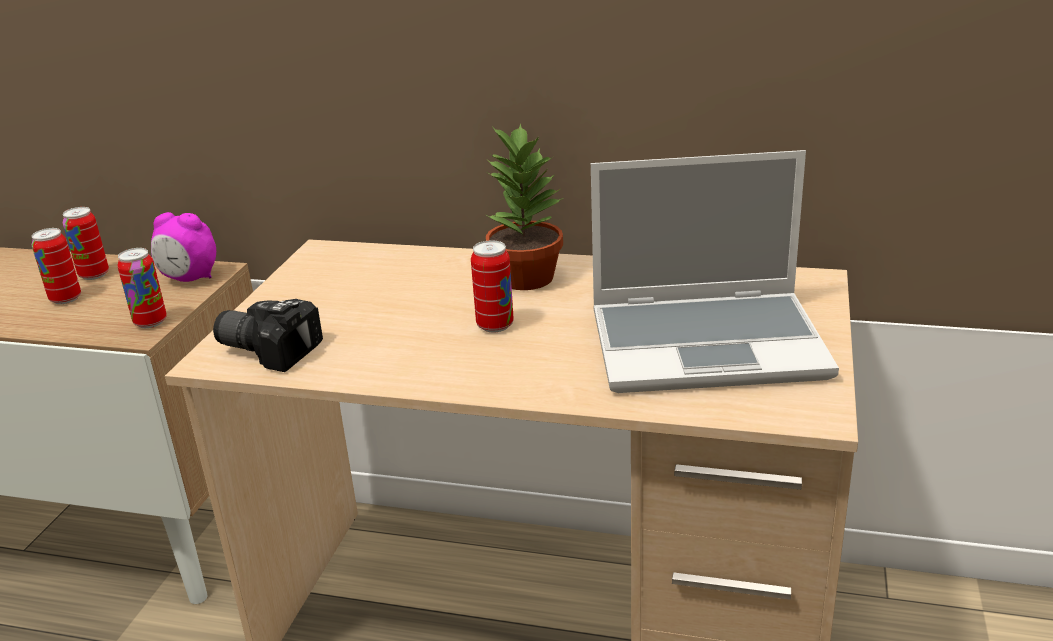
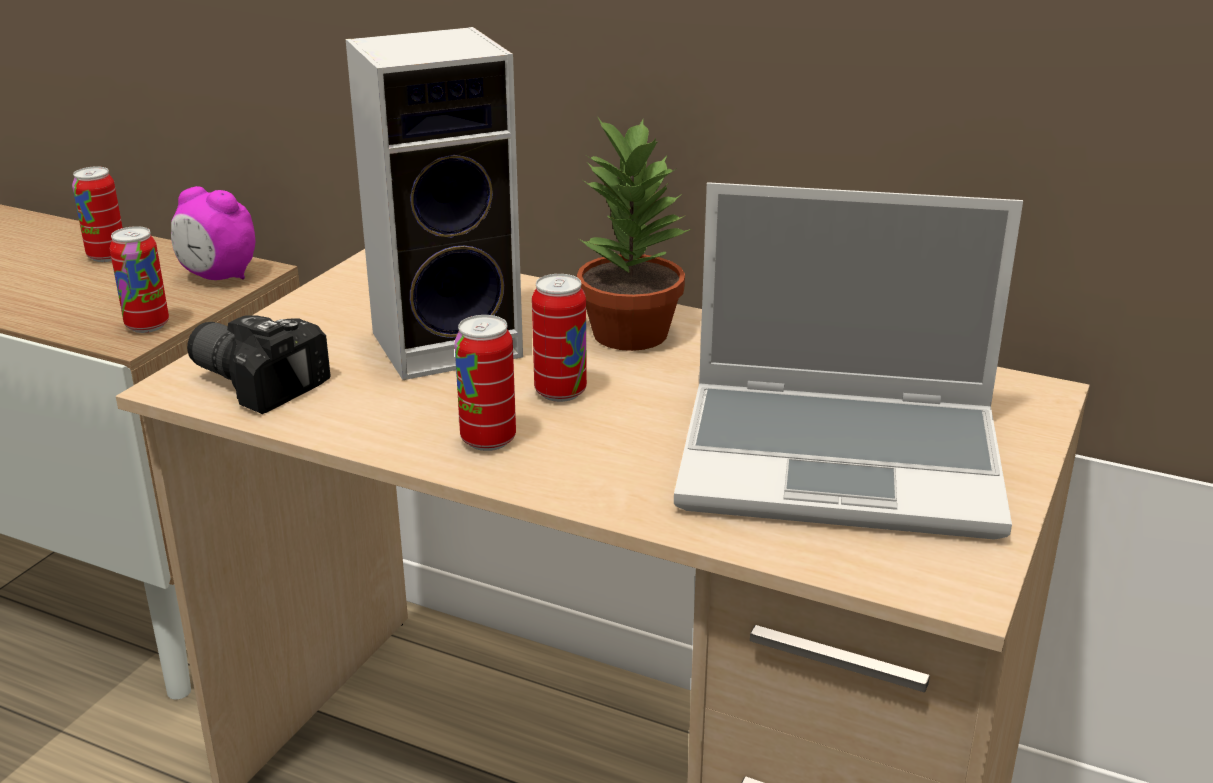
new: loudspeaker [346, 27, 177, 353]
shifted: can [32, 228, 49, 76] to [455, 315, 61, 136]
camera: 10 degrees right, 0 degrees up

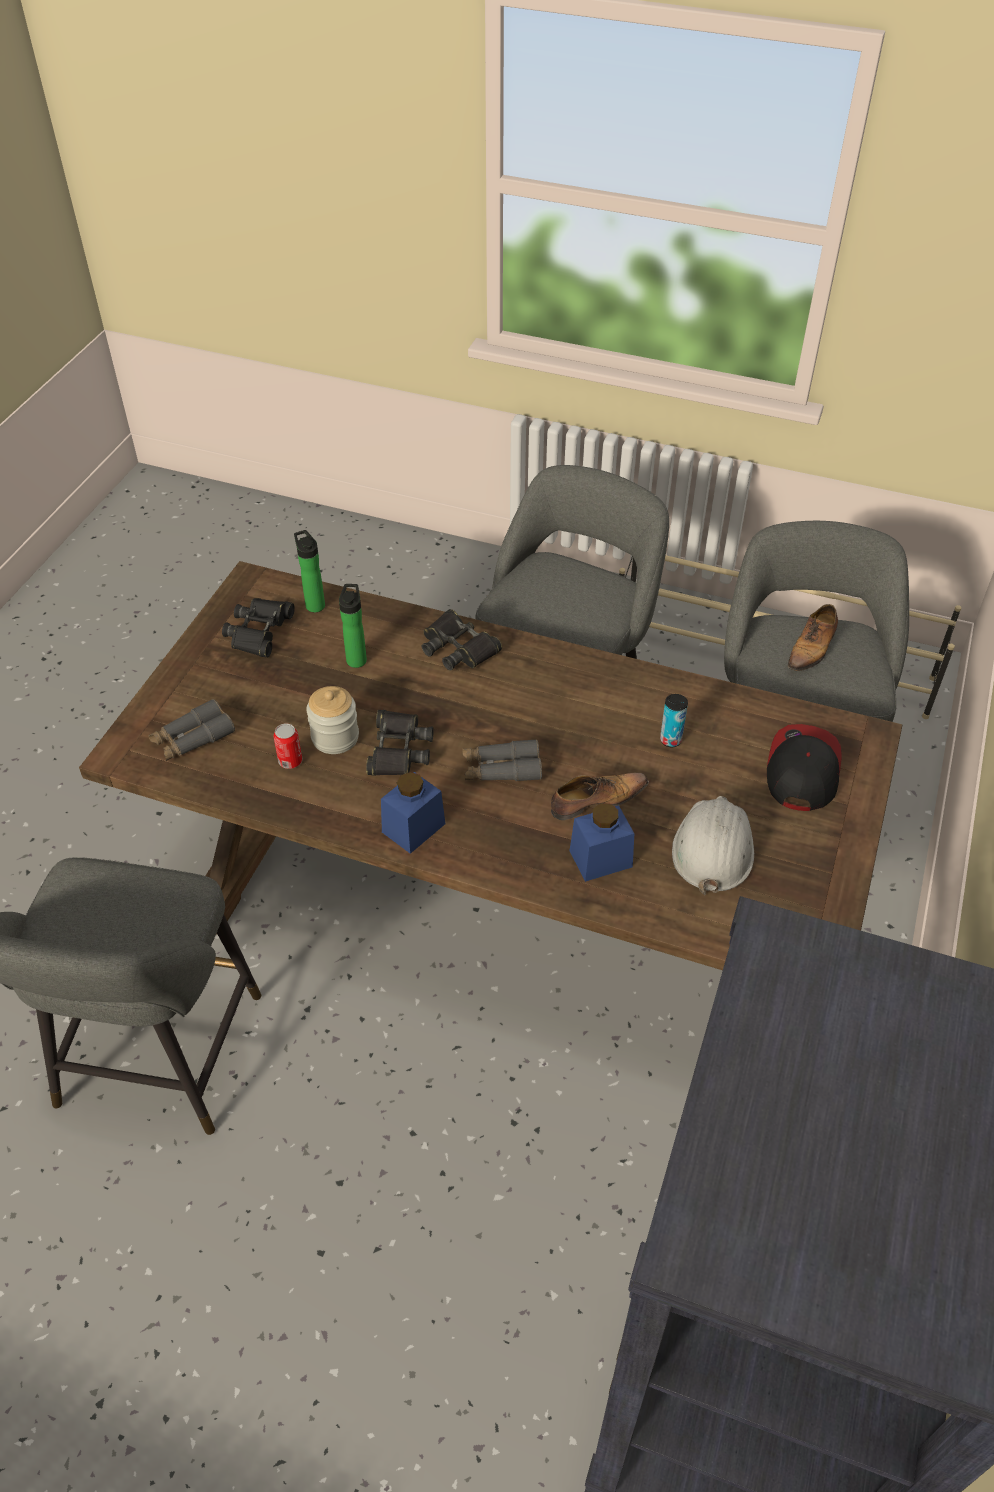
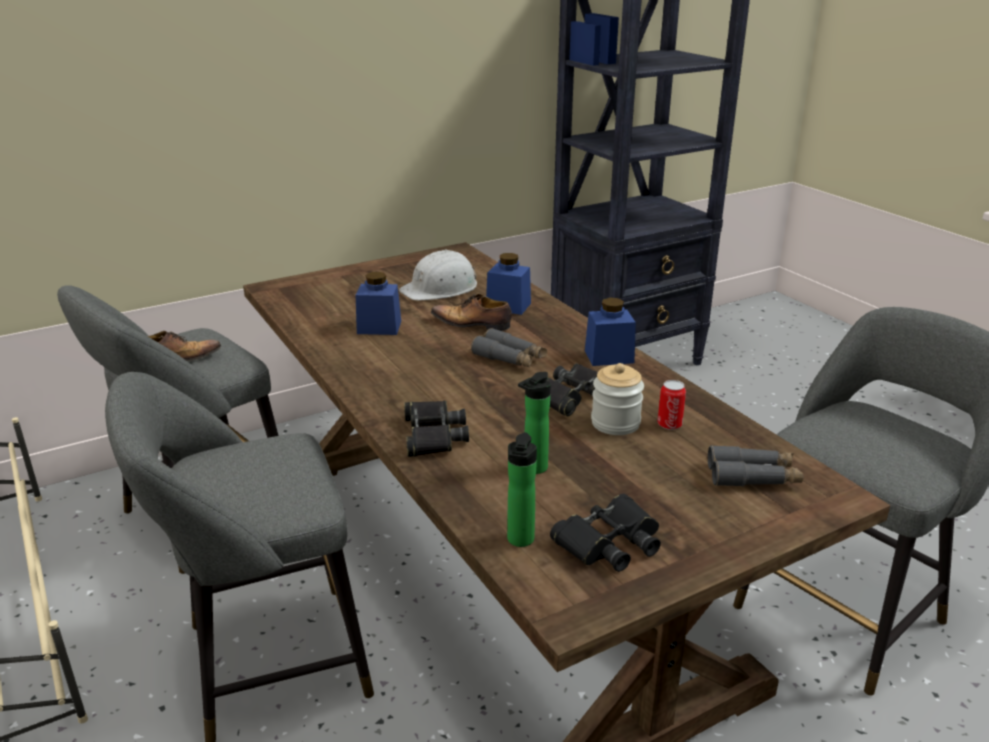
gone: cap [767, 724, 75, 87]
swapped: can [660, 694, 28, 53] to bluish storage jar [356, 272, 45, 63]
camera: 140 degrees left, 20 degrees down

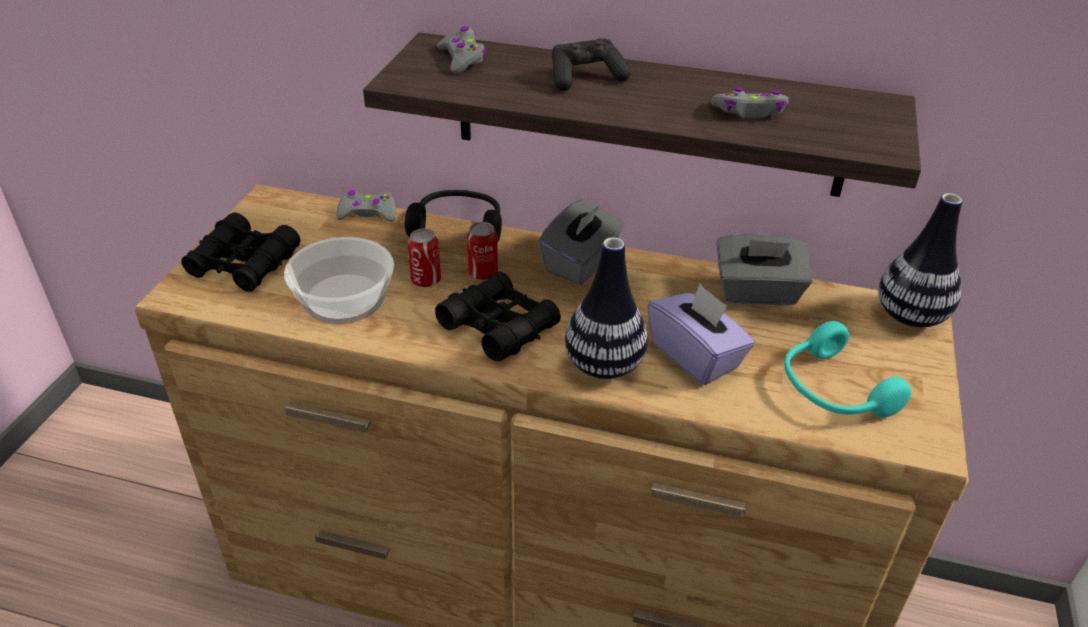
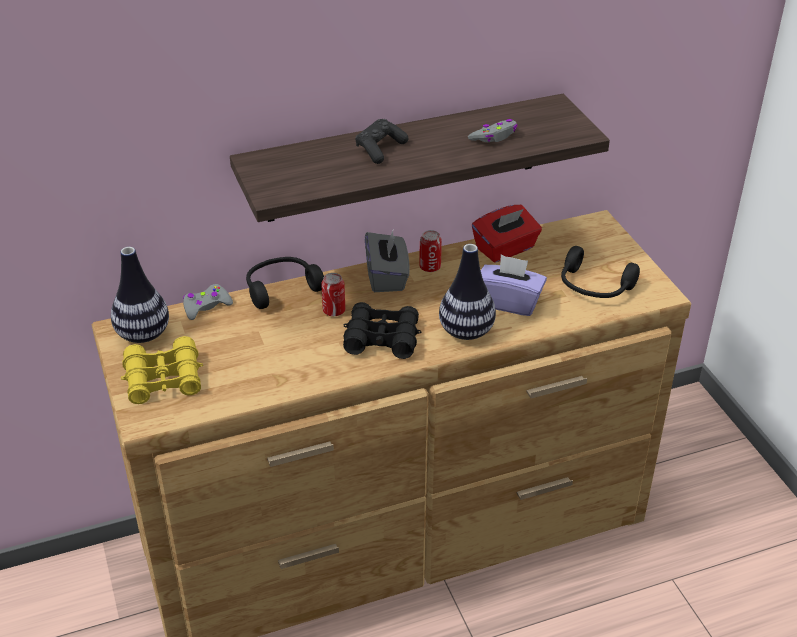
gone: grey game controller [437, 26, 49, 48]; serving bowl [284, 237, 110, 87]
shifted: decorative vase [879, 193, 84, 134] to [111, 247, 58, 96]; can [408, 228, 33, 59] to [419, 230, 23, 42]
repainted: black pair of binoculars [181, 212, 119, 80] to yellow-coloured pair of binoculars [121, 336, 82, 68]; grey tissue holder [716, 234, 96, 71] to red-coloured tissue holder [472, 205, 70, 58]; turquoise-coloured headset [784, 321, 127, 96] to black headset [561, 246, 79, 52]
camera: 35 degrees left, 0 degrees up

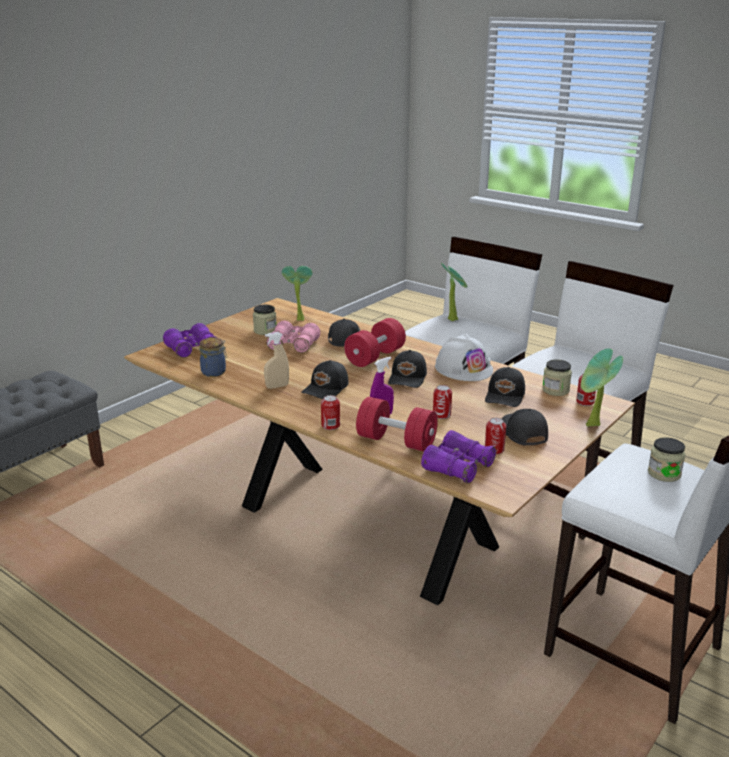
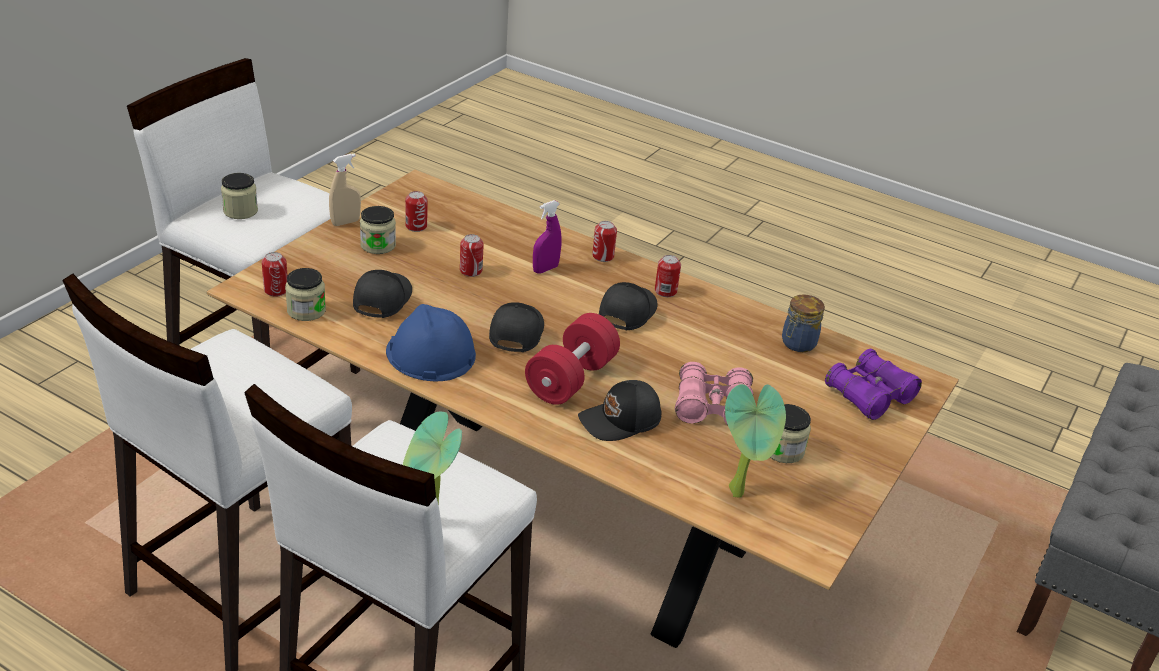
gone: houseplant [581, 349, 42, 78]; red-coloured free weight [356, 397, 82, 55]; purple pair of binoculars [421, 430, 75, 53]
new: can [655, 255, 26, 42]
shifted: beige-coloured hand sprayer [264, 332, 25, 57] to [329, 153, 32, 73]
swapped: black cap [502, 409, 46, 37] to storage jar [360, 206, 36, 48]
repainted: whitish work helmet [435, 333, 58, 48] to bluish work helmet [386, 304, 90, 77]
camera: 170 degrees right, 10 degrees up

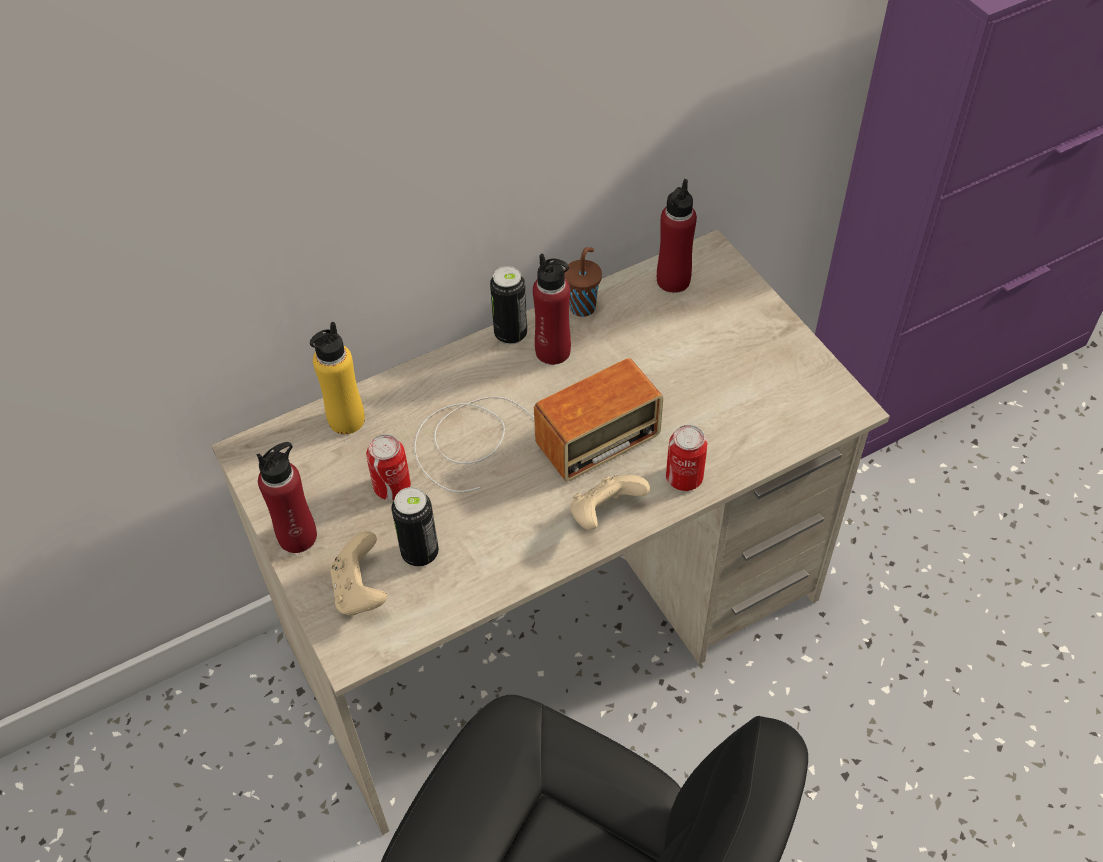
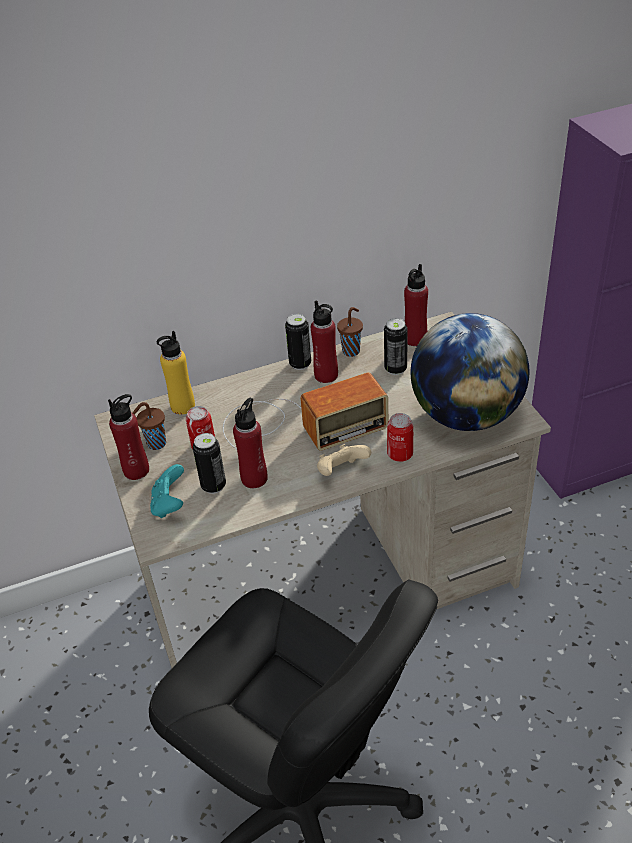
new: globe [411, 313, 119, 118]; can [384, 318, 24, 57]; red-coloured drink bottle [233, 398, 34, 90]; brown-coloured small cup [132, 402, 34, 48]
repainted: beige-coloured game controller [331, 531, 56, 84] to turquoise-coloured game controller [150, 464, 34, 54]
camera: 10 degrees right, 10 degrees down

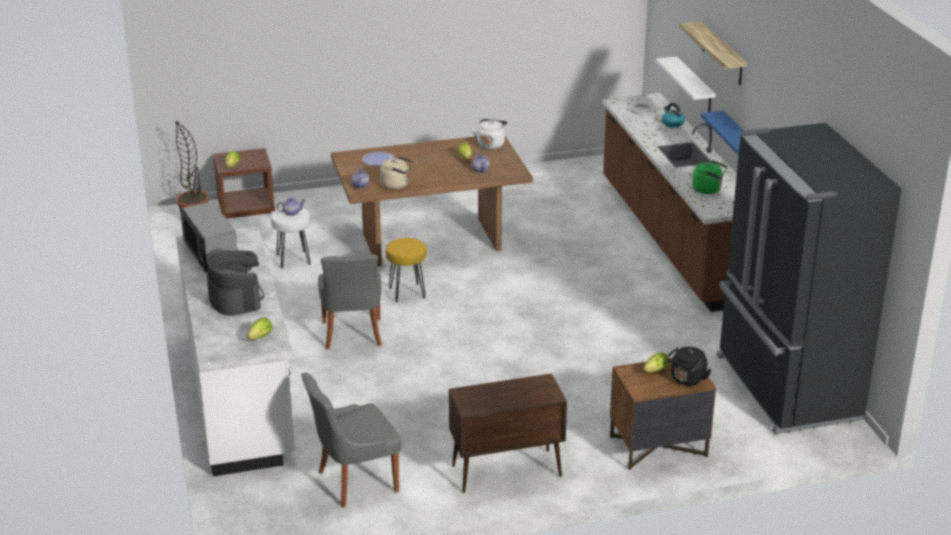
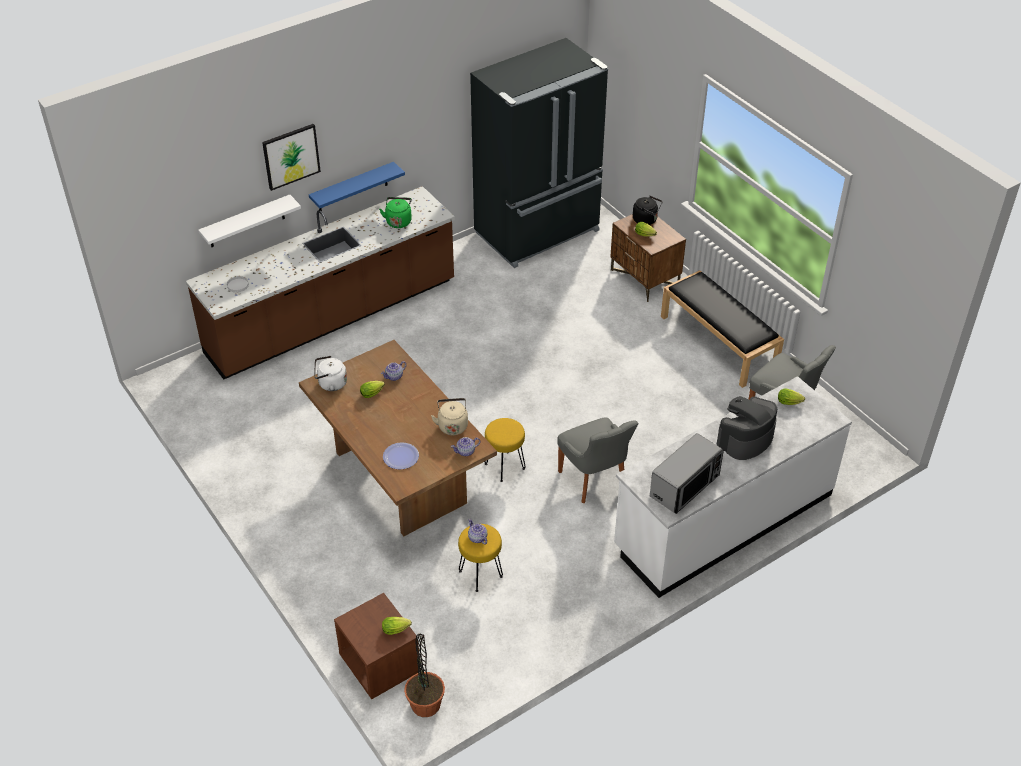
gone: water kettle [662, 103, 23, 25]
swapped: bracket shelf [679, 21, 68, 64] to wall picture [262, 124, 59, 67]; brown-coloured cupboard [449, 373, 118, 120] to black long seat [661, 270, 123, 118]
repainted: whitish stool [271, 208, 39, 60] to yellow-coloured stool [458, 524, 45, 68]
rotated: grey chair [318, 254, 64, 95] = [557, 417, 81, 86] 90 degrees clockwise
camera: 110 degrees left, 15 degrees up

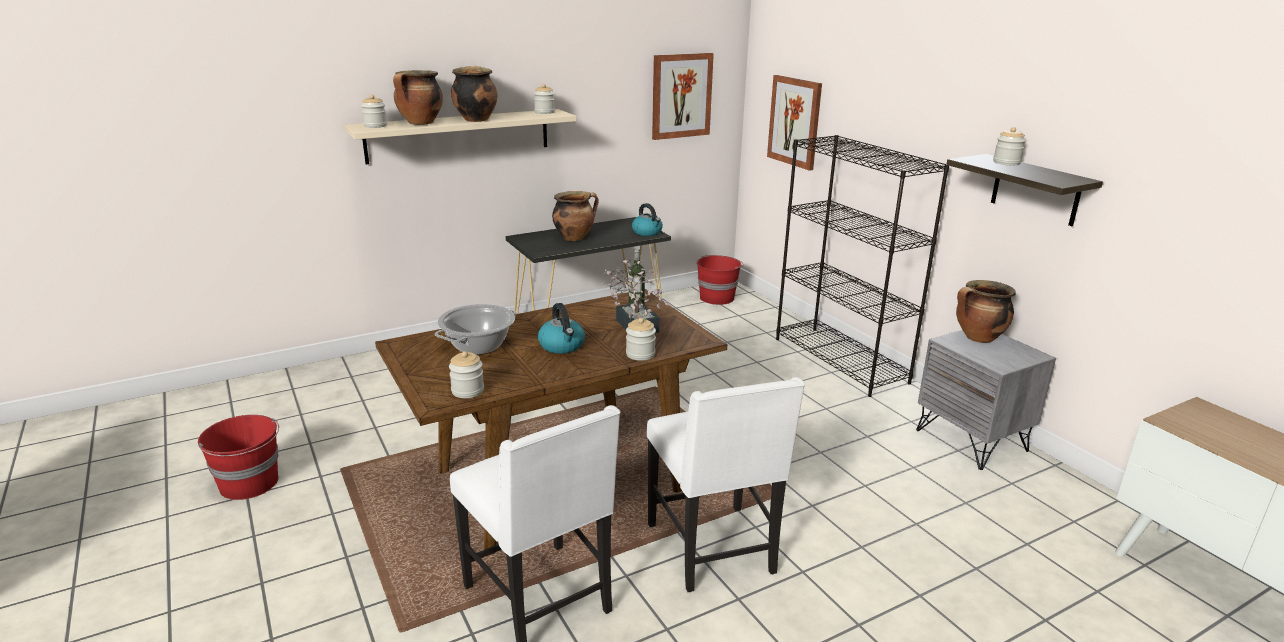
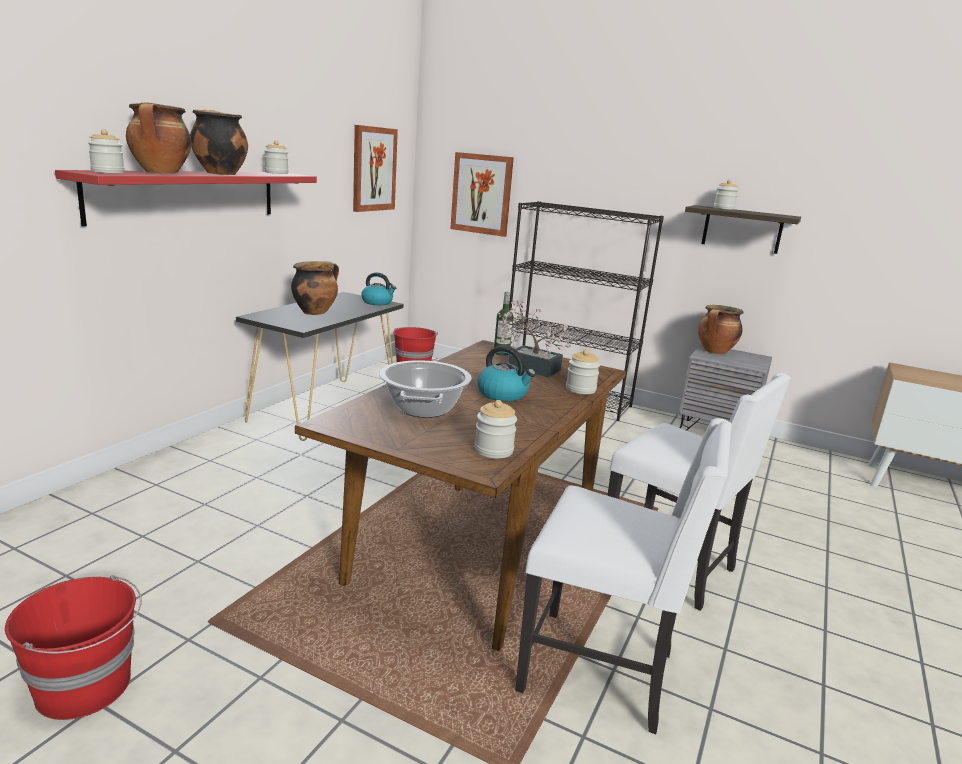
repainted: beige-coloured bracket shelf [344, 109, 232, 55] to red-coloured bracket shelf [55, 170, 262, 56]
camera: 35 degrees left, 5 degrees down

